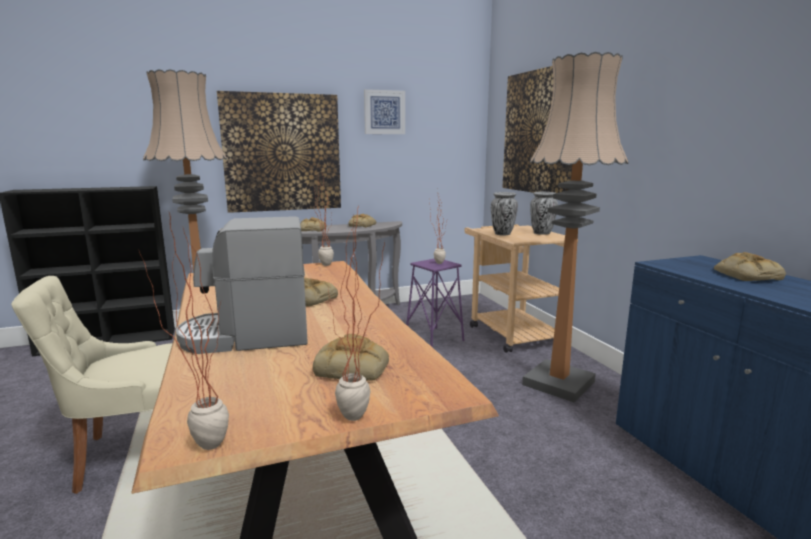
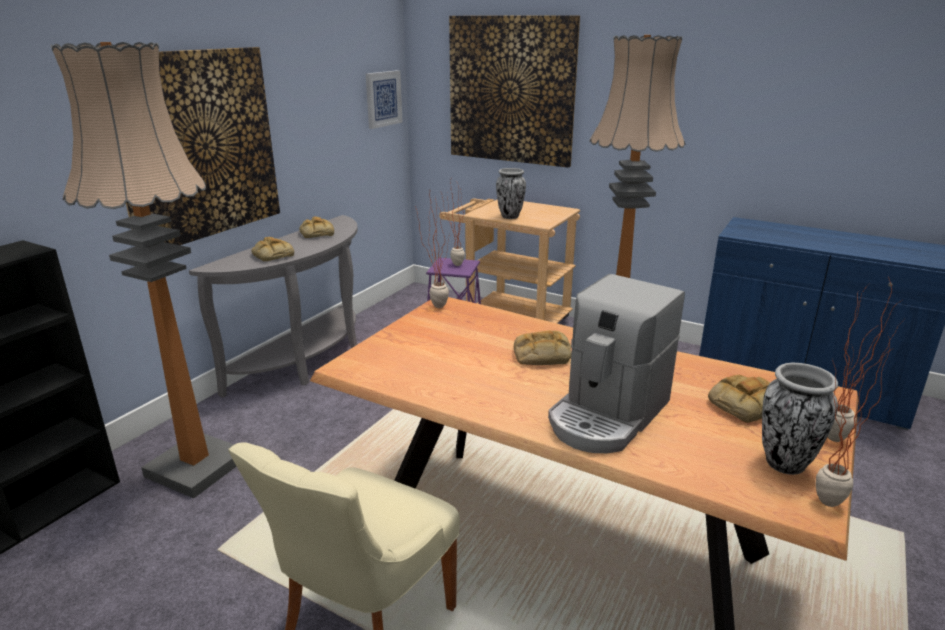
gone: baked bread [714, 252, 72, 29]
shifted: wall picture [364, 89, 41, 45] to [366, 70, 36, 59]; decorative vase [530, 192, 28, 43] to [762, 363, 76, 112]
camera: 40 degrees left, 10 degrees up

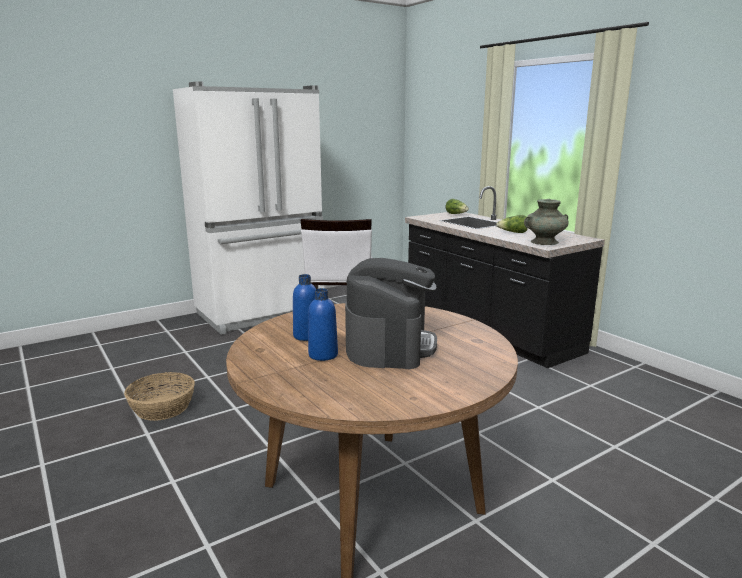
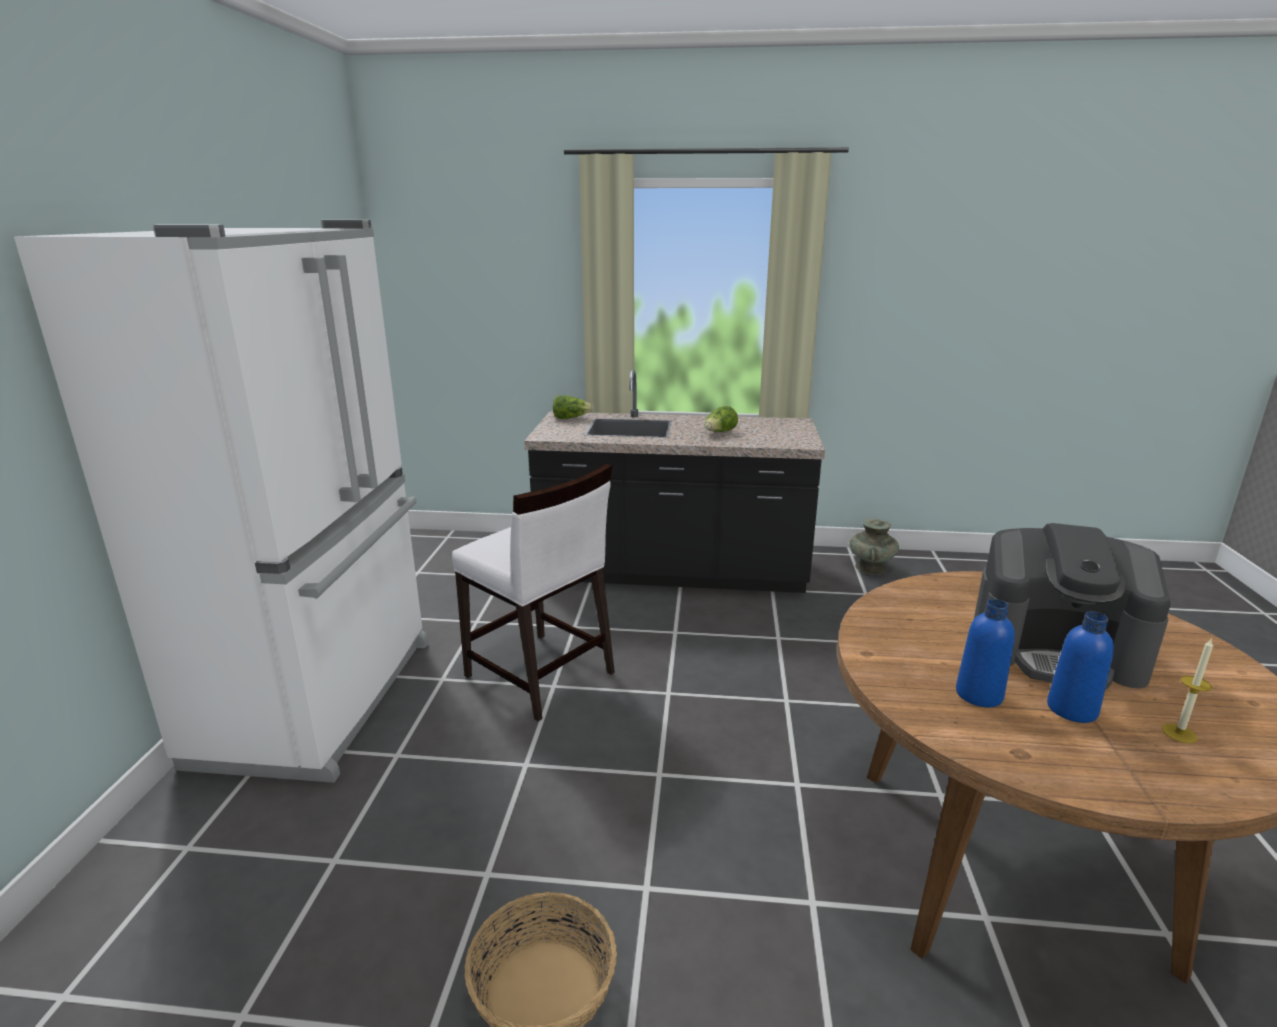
new: candle [1162, 638, 51, 105]
shifted: turquoise-coloured decorative vase [524, 199, 45, 46] to [849, 519, 50, 56]
rotated: coffee machine [345, 258, 92, 111] = [974, 523, 197, 166] 150 degrees clockwise
camera: 50 degrees left, 5 degrees up

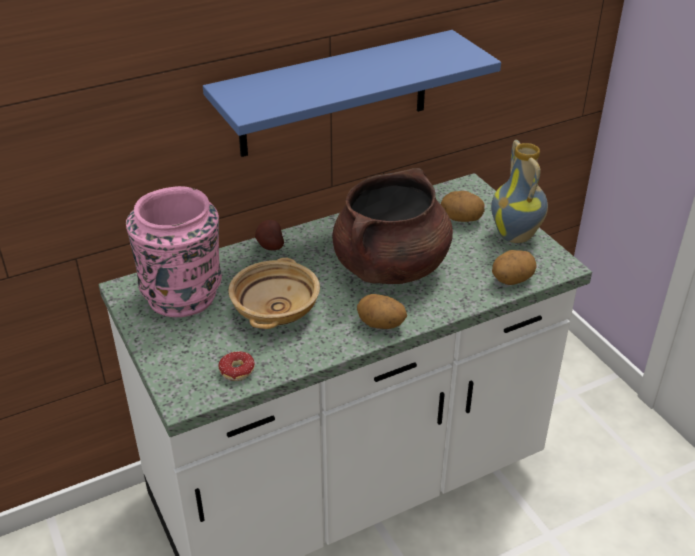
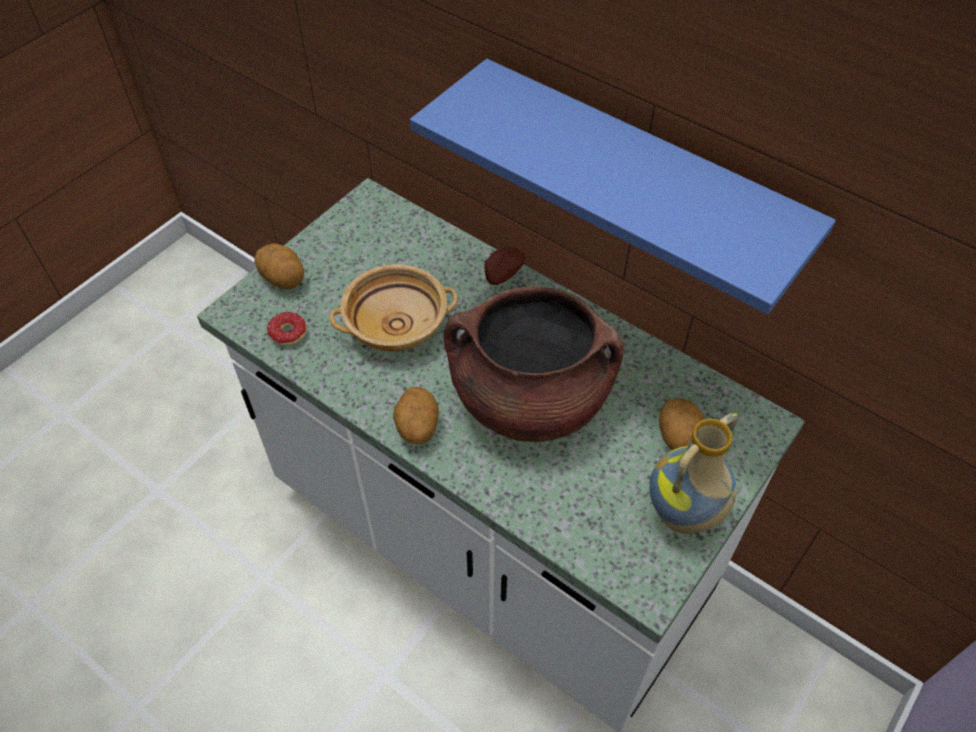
gone: pink-coloured decorative vase [126, 186, 96, 131]
shifted: whole potato [492, 250, 45, 35] to [254, 243, 50, 46]
camera: 65 degrees right, 15 degrees up

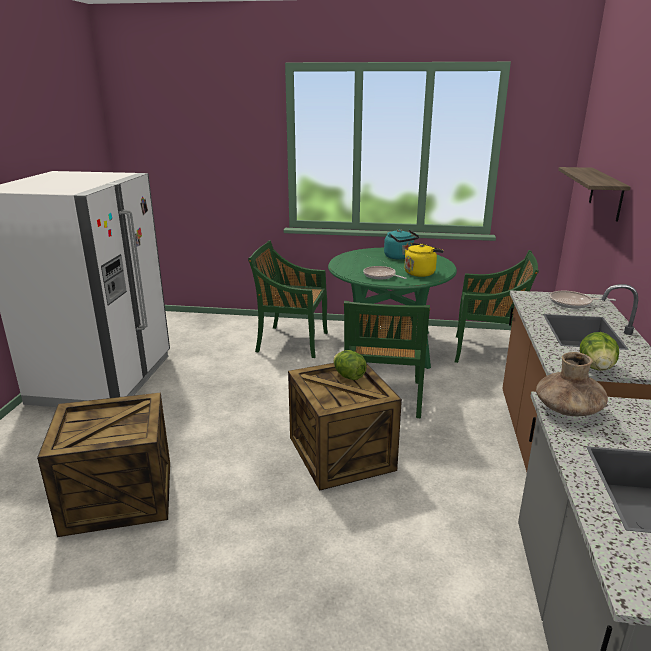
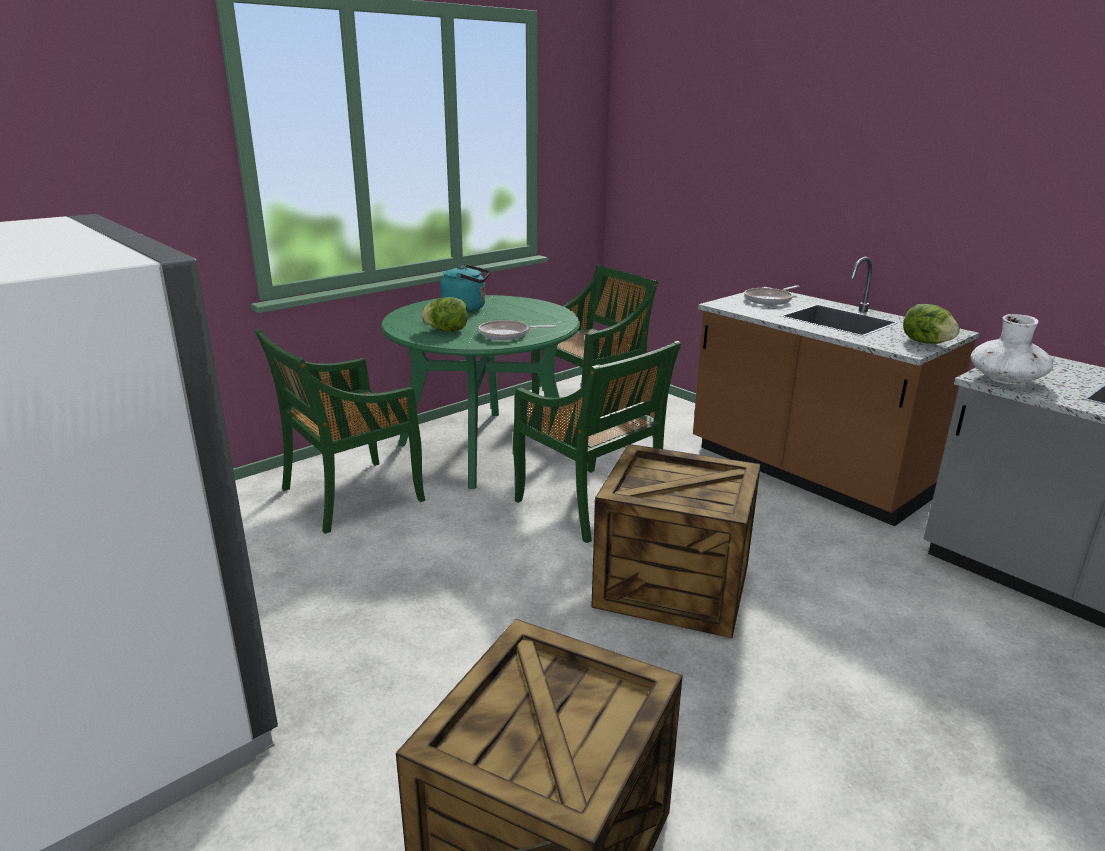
gone: bracket shelf [558, 167, 73, 55]; yellow-coloured water kettle [404, 243, 40, 34]
shifted: head of lettuce [333, 350, 34, 30] to [421, 297, 47, 34]
repainted: brown-coloured decorative vase [536, 352, 72, 64] to whitish decorative vase [971, 314, 82, 70]
camera: 50 degrees left, 0 degrees up

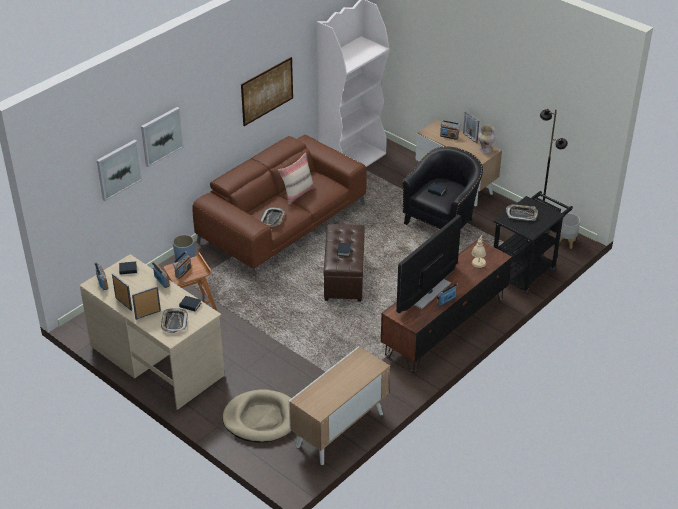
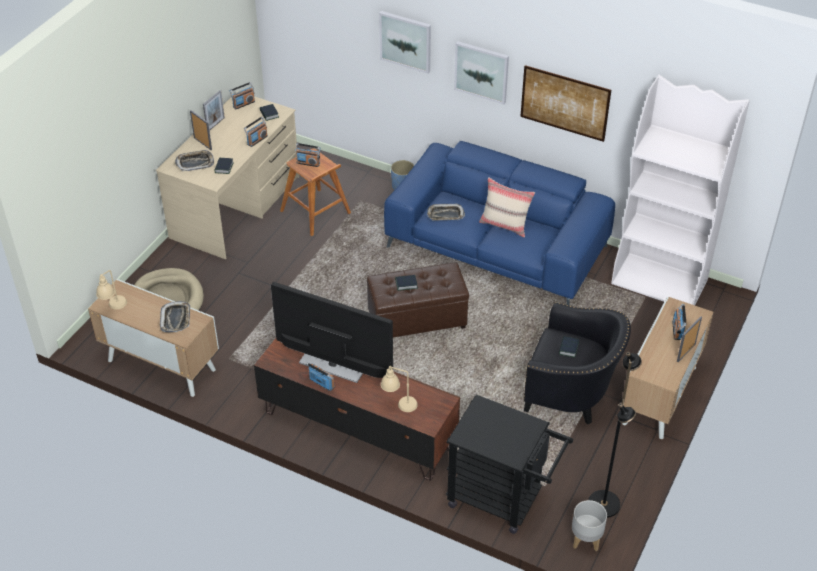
gone: decorative vase [478, 125, 17, 28]
new: beige-coloured table lamp [96, 270, 31, 39]
shifted: wall picture [97, 140, 45, 61] to [454, 41, 55, 63]; tray [506, 204, 32, 17] to [160, 301, 30, 31]
repainted: brown-coloured settee [192, 135, 175, 144] to bluish settee [384, 141, 231, 165]
camera: 75 degrees right, 5 degrees up

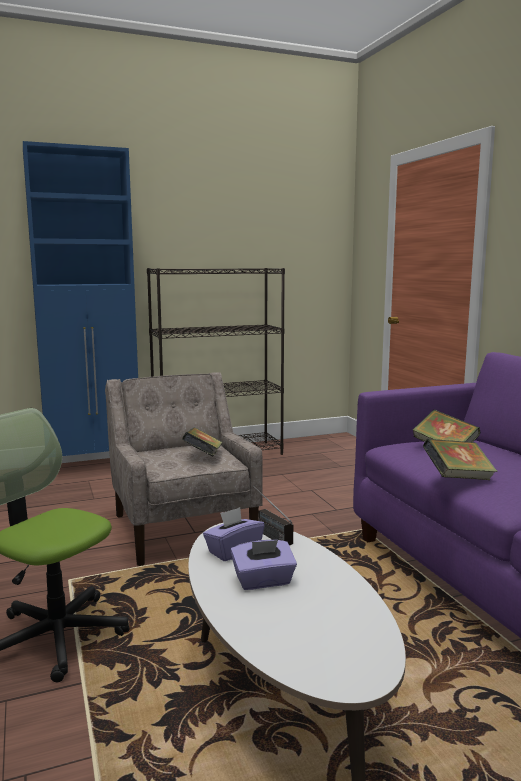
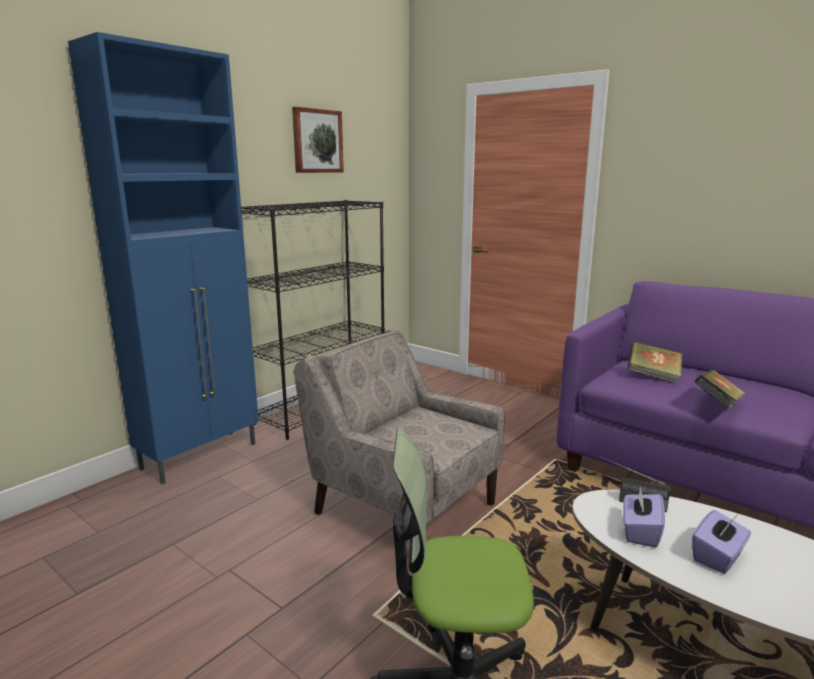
gone: book [182, 428, 40, 28]
new: wall picture [292, 107, 52, 66]
camera: 30 degrees left, 5 degrees up

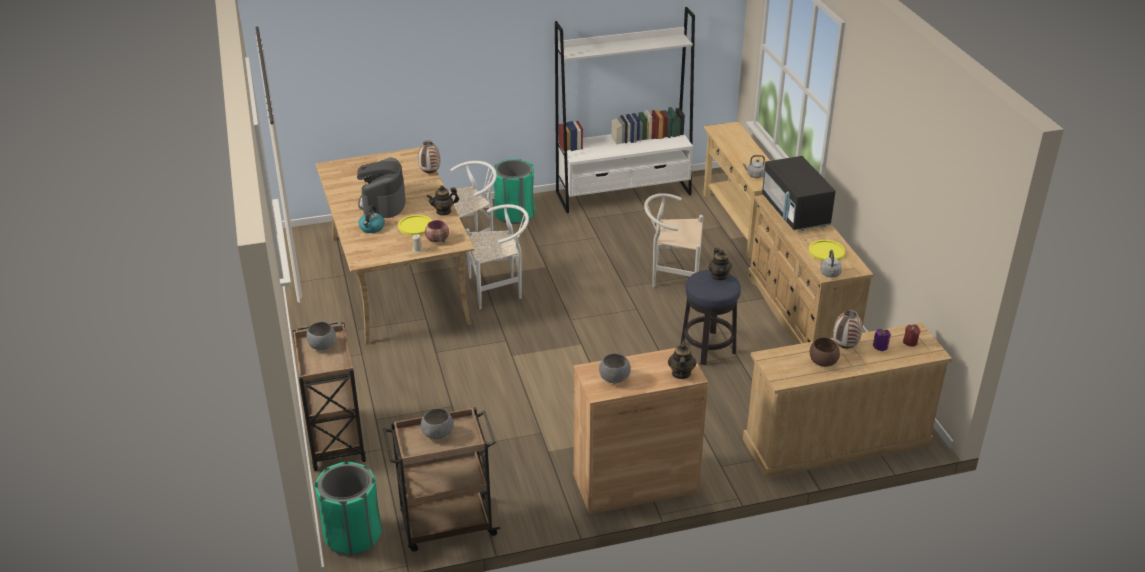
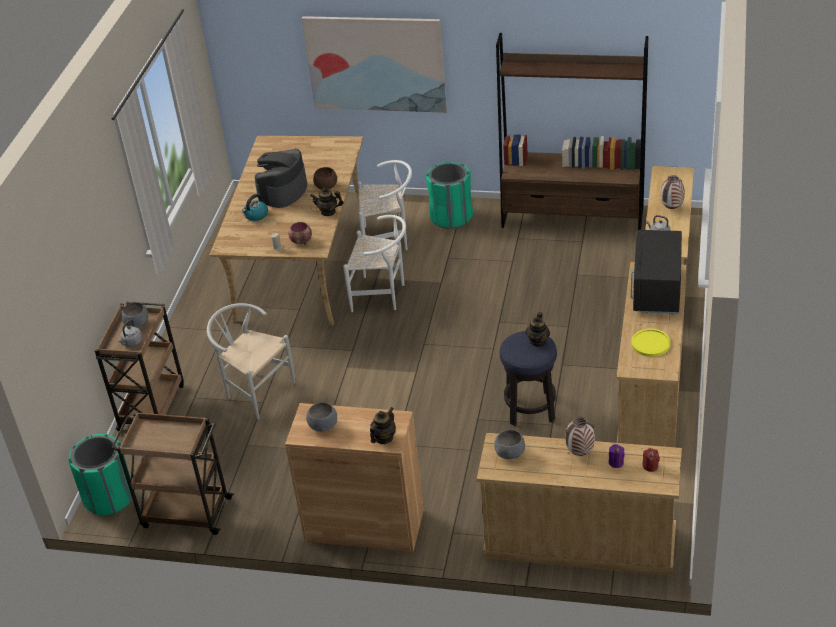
gone: yellow-coloured dinner plate [398, 215, 34, 21]
new: wall picture [301, 16, 146, 97]
shifted: decorative vase [418, 140, 22, 34] to [661, 175, 24, 34]; whitish chair [644, 193, 59, 94] to [207, 303, 89, 116]; grey water kettle [820, 250, 22, 27] to [118, 319, 25, 28]; brown-coloured serving bowl [810, 338, 30, 29] to [313, 167, 24, 23]; grey serving bowl [421, 408, 33, 32] to [494, 430, 31, 30]
repainted: whitish bookcase [555, 7, 140, 206] to brown-coloured bookcase [496, 33, 152, 197]
camera: 30 degrees right, 5 degrees up

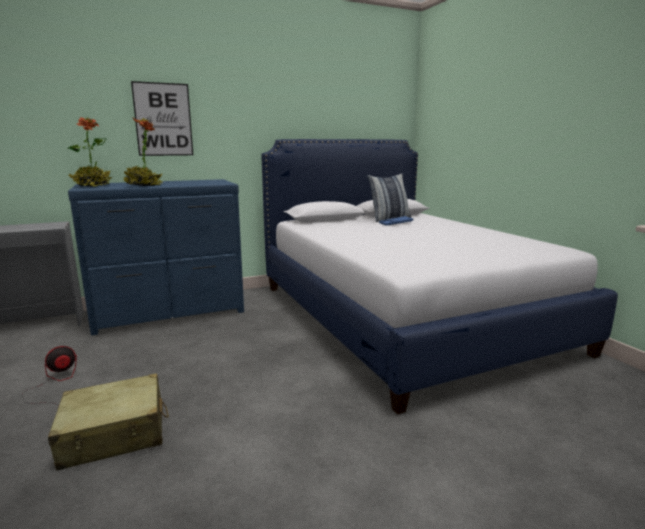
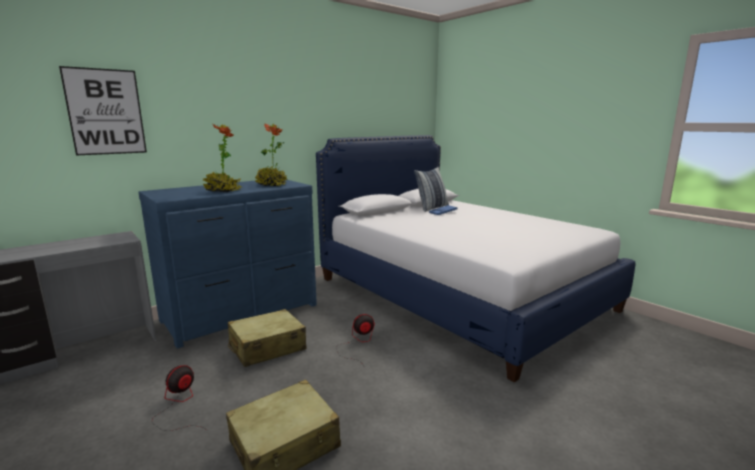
new: beige-coloured piece of luggage [228, 309, 79, 58]; electric fan [336, 314, 39, 54]
shifted: wall picture [131, 81, 62, 75] to [59, 66, 88, 90]; houseplant [68, 117, 44, 70] to [254, 123, 33, 63]
camera: 15 degrees left, 0 degrees up

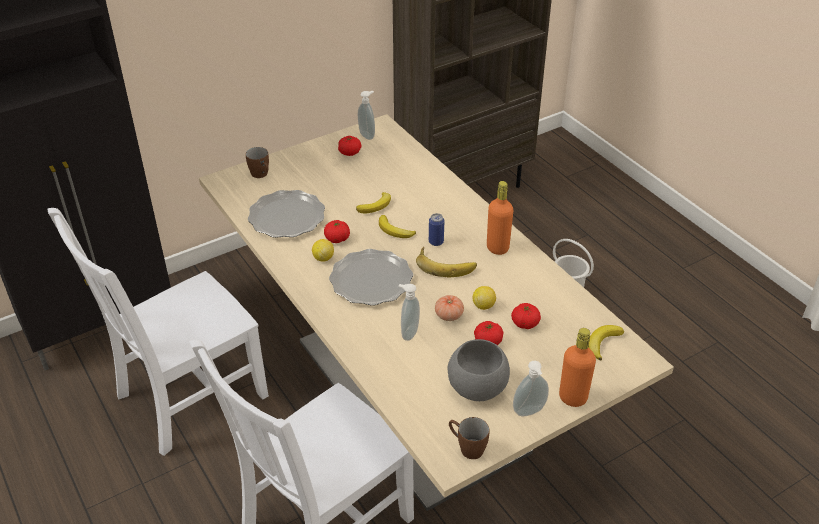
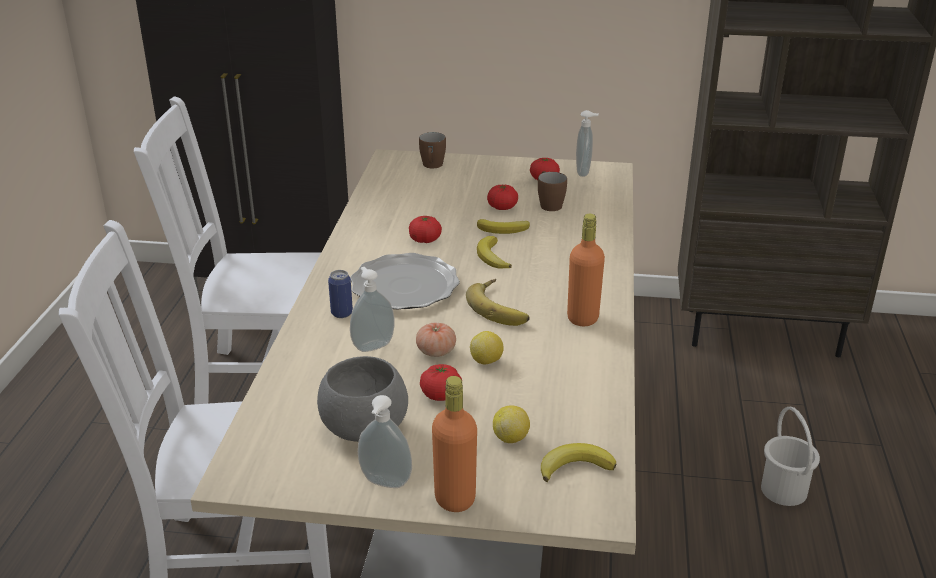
gone: dinner plate [248, 190, 77, 48]
shifted: can [429, 213, 15, 33] to [328, 270, 25, 48]; lemon [312, 239, 22, 23] to [493, 405, 37, 38]; fresh tomato [511, 303, 30, 26] to [487, 185, 31, 25]; brown-coloured coffee mug [449, 417, 41, 42] to [538, 171, 29, 40]
camera: 40 degrees right, 10 degrees down

